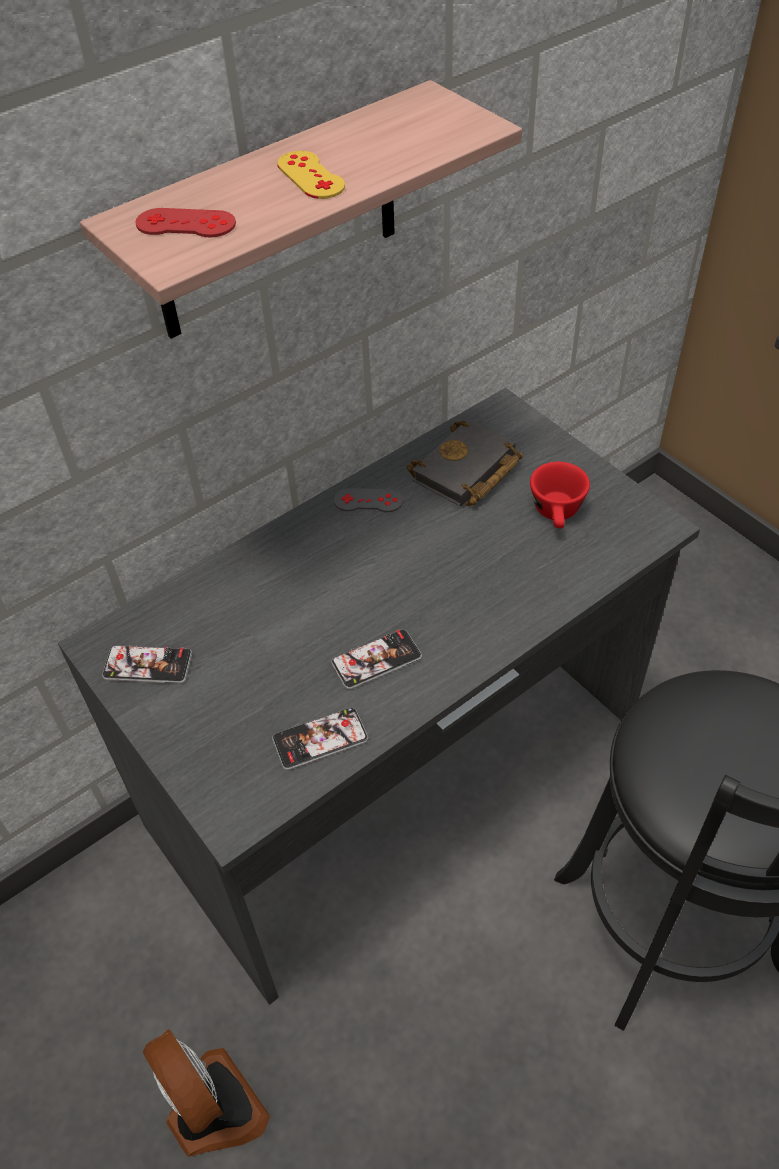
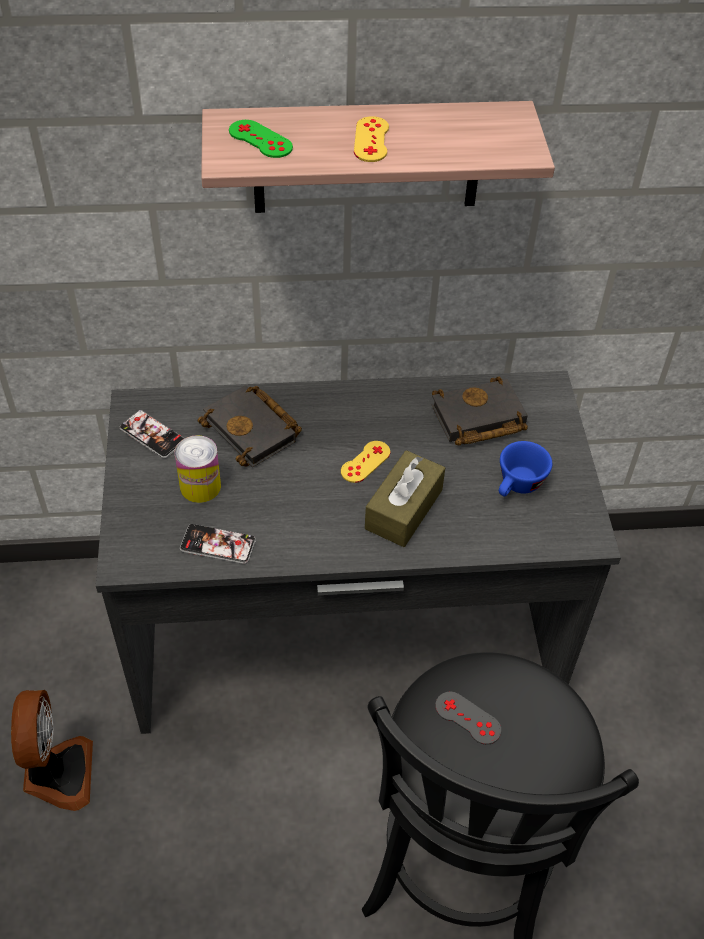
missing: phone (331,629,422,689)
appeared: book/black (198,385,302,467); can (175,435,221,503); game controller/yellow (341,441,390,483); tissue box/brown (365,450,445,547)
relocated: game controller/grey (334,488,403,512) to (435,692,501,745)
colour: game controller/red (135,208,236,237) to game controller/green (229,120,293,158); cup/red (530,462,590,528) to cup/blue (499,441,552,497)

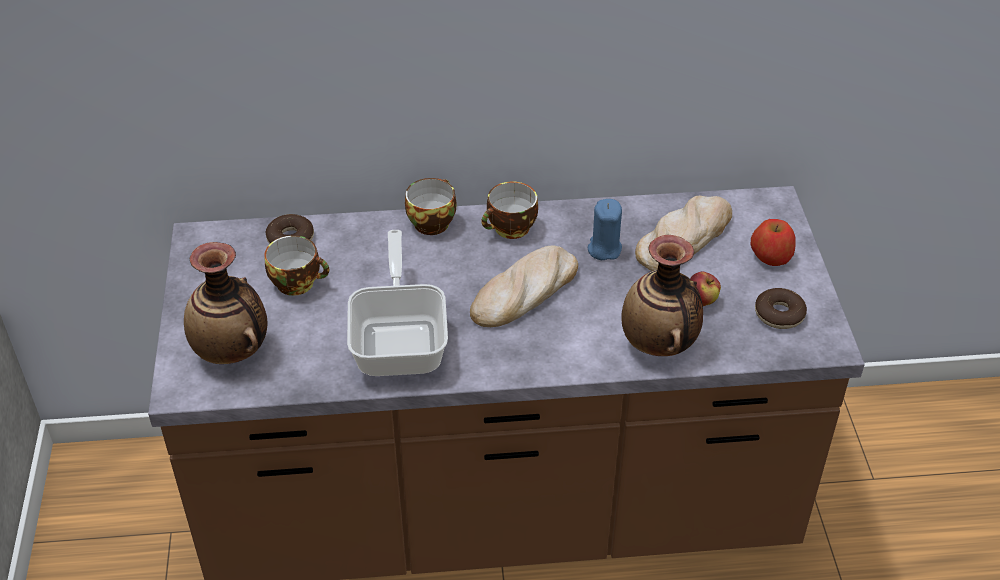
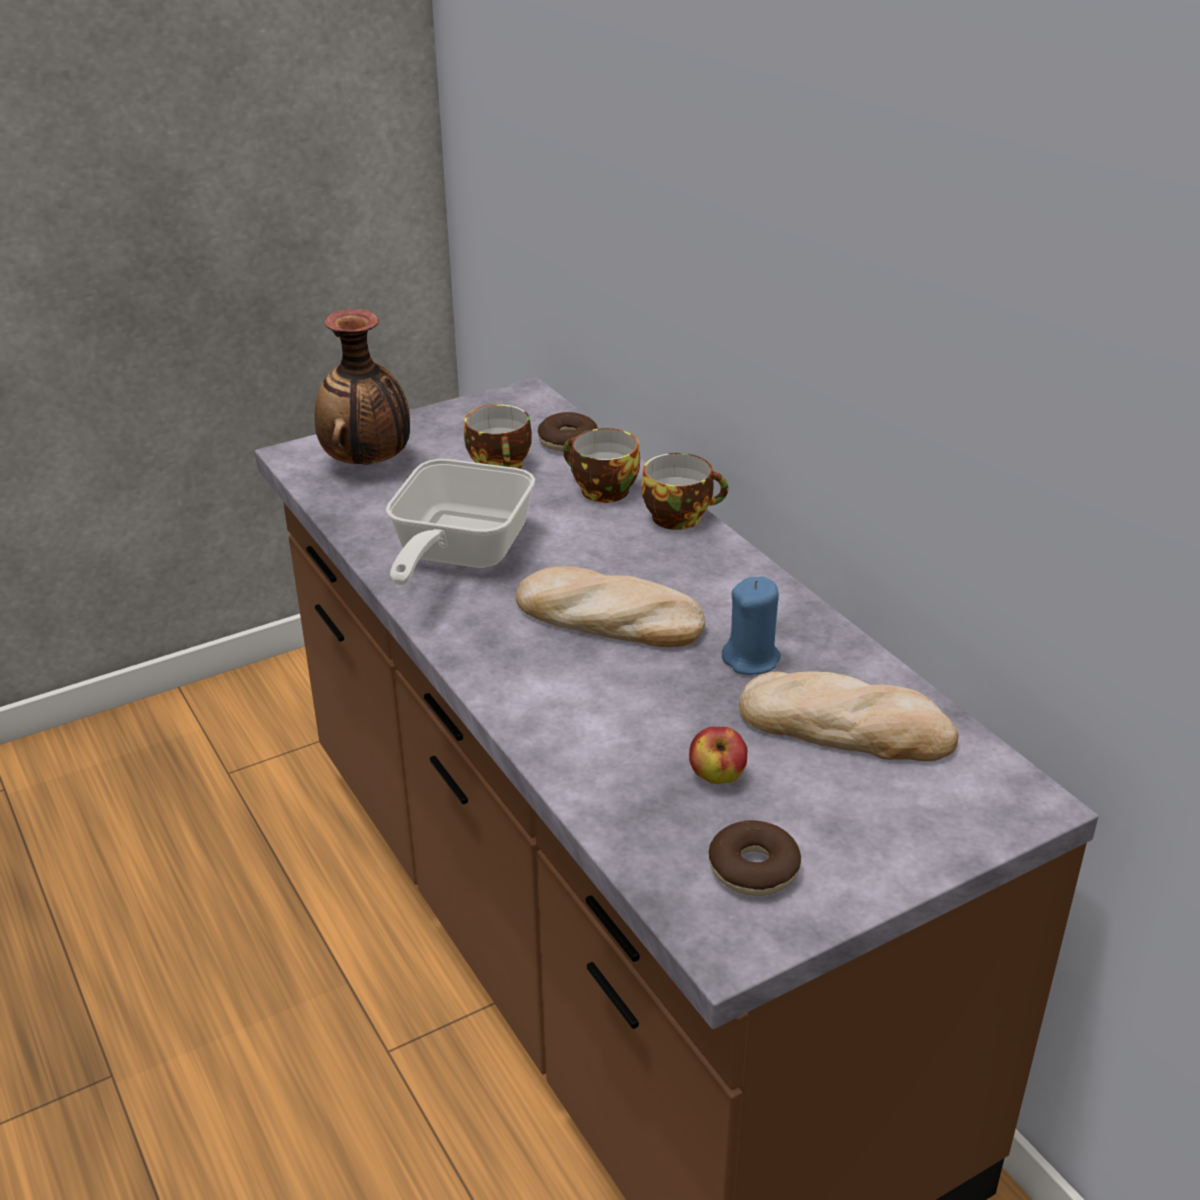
missing: apple (751,219,796,266); vase (621,235,703,356)
relocated: cup (481,182,538,239) to (563,428,640,503)
spun: frying pan (347,230,448,376) = (386,459,535,586) 135 degrees clockwise

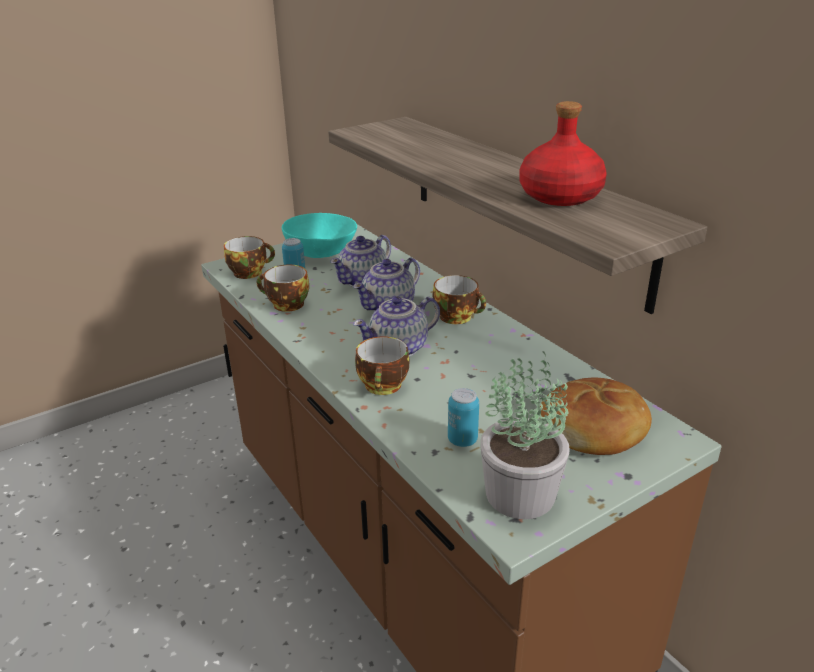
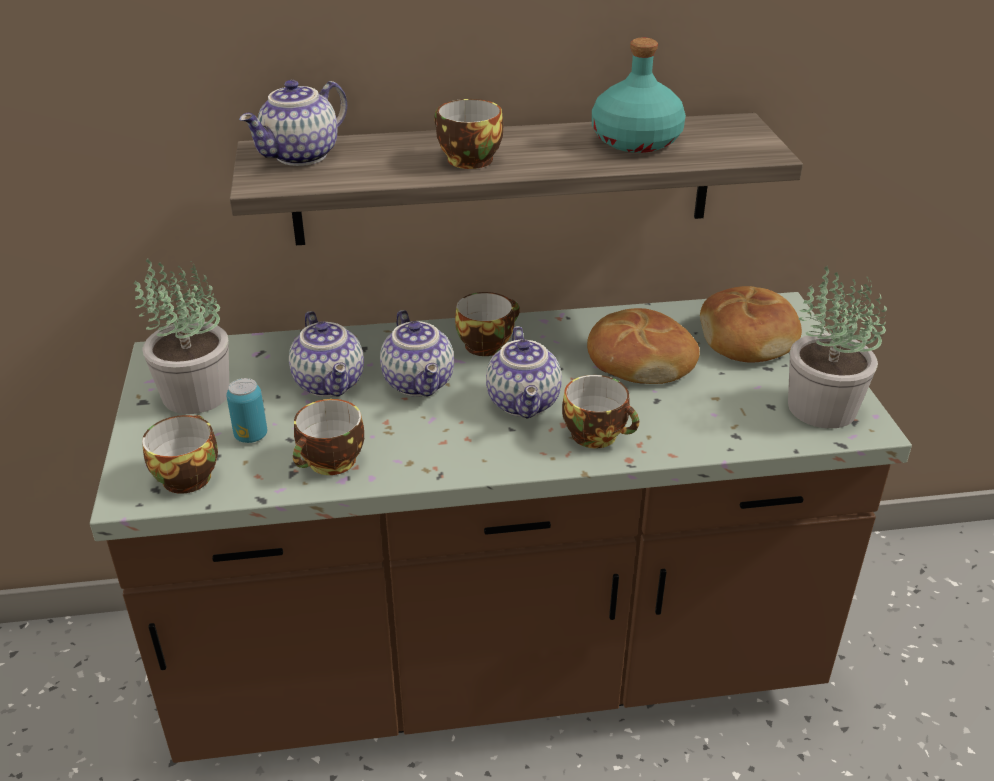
missing: can (448,388,479,447)
appeared: teapot (239,80,347,166); cup (434,99,503,169); bread (587,308,700,384)
exchanged: bowl/turquoise (282,213,357,258) to potted plant (133,258,229,414)
colour: bottle/red (519,101,607,206) to bottle/turquoise (592,38,686,153)

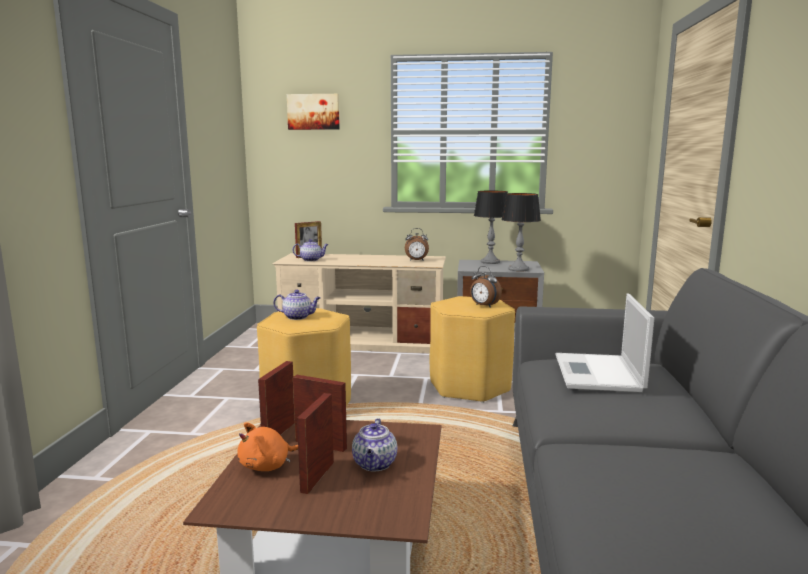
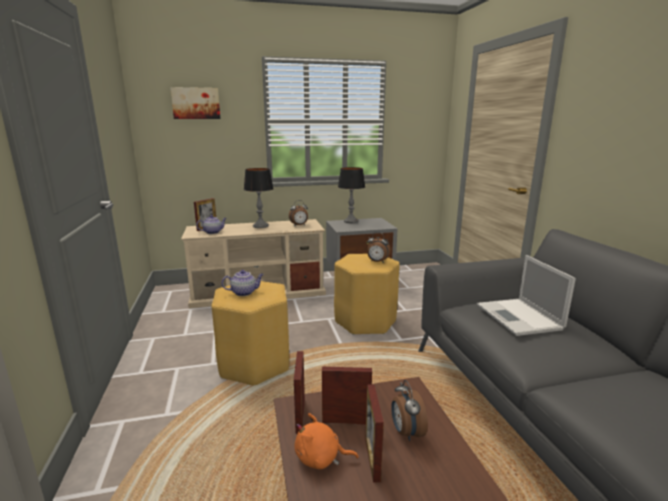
relocated: table lamp (501,193,541,272) to (244,168,274,228)
exchanged: teapot (352,418,397,472) to alarm clock (391,380,428,441)
spun: plush toy/orange (237,422,298,471) = (295,413,358,469) 60 degrees clockwise

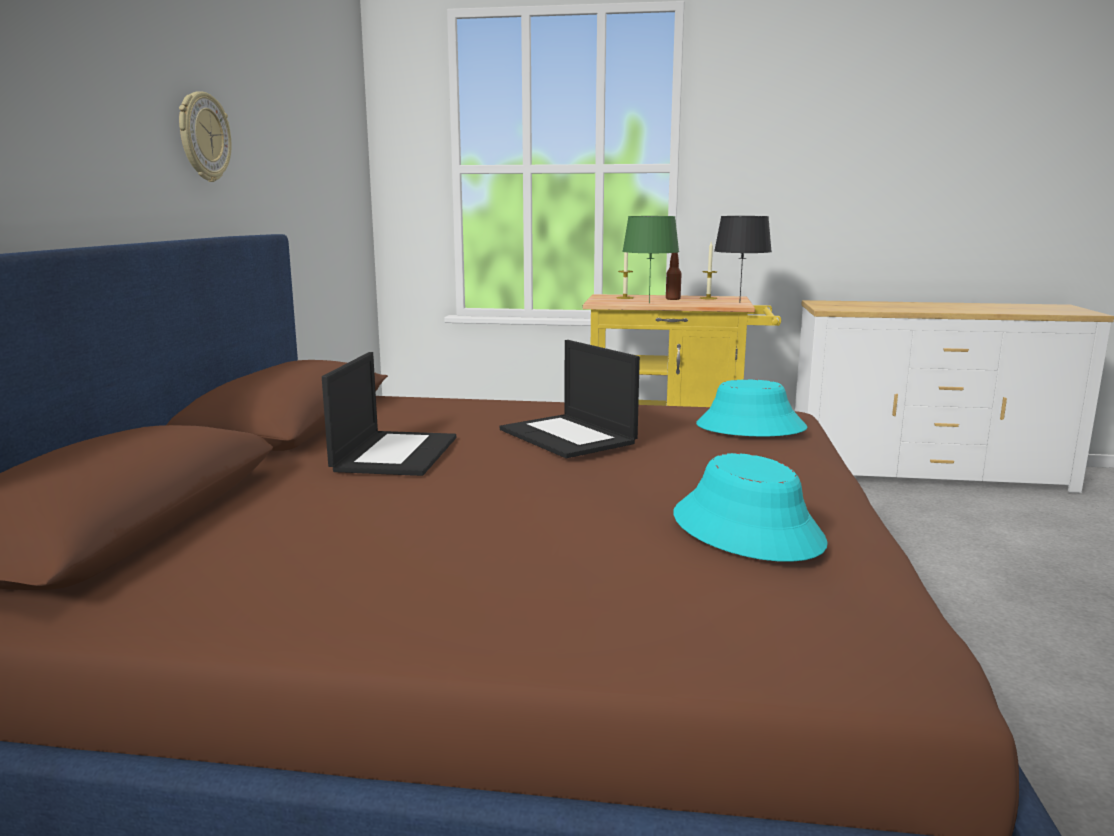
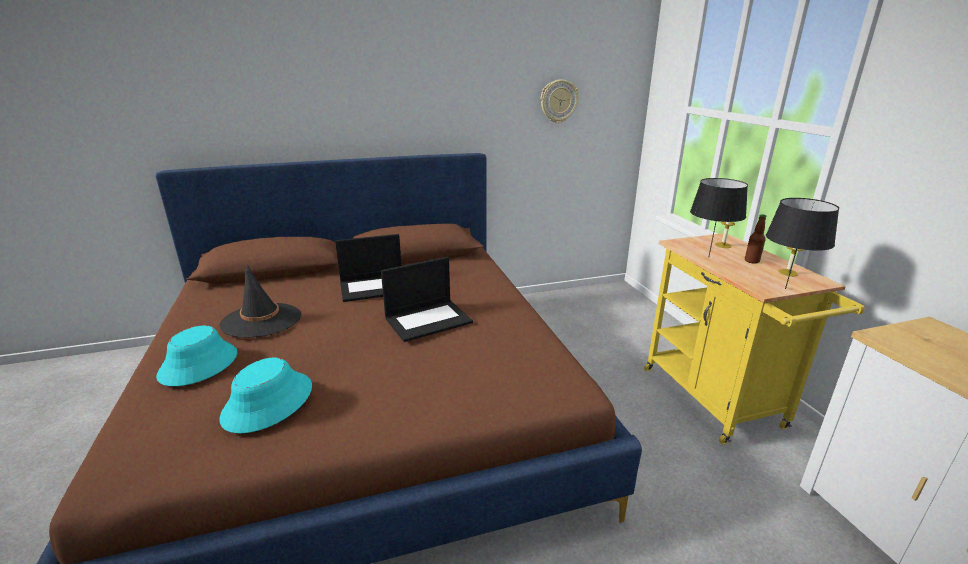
appeared: hat/black (220,264,301,338)
relocated: wall clock (179,91,232,182) to (541,80,579,123); hat/turquoise (696,380,807,436) to (156,326,237,386)
colour: table lamp/green (622,216,679,303) to table lamp/black (690,178,748,258)
spun: laptop (500,340,640,459) = (381,257,473,342) 150 degrees counterclockwise

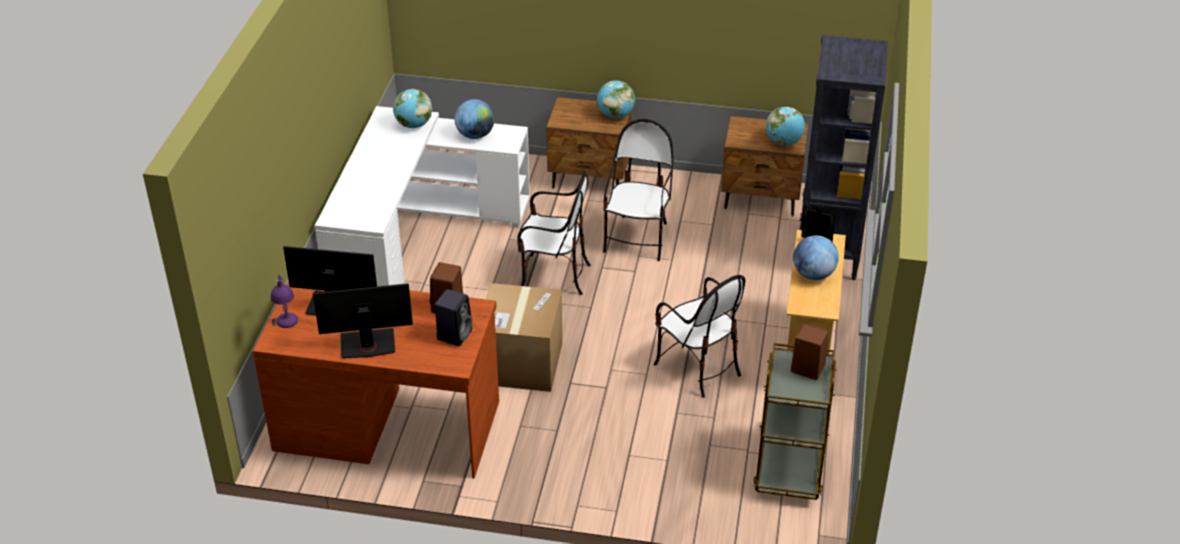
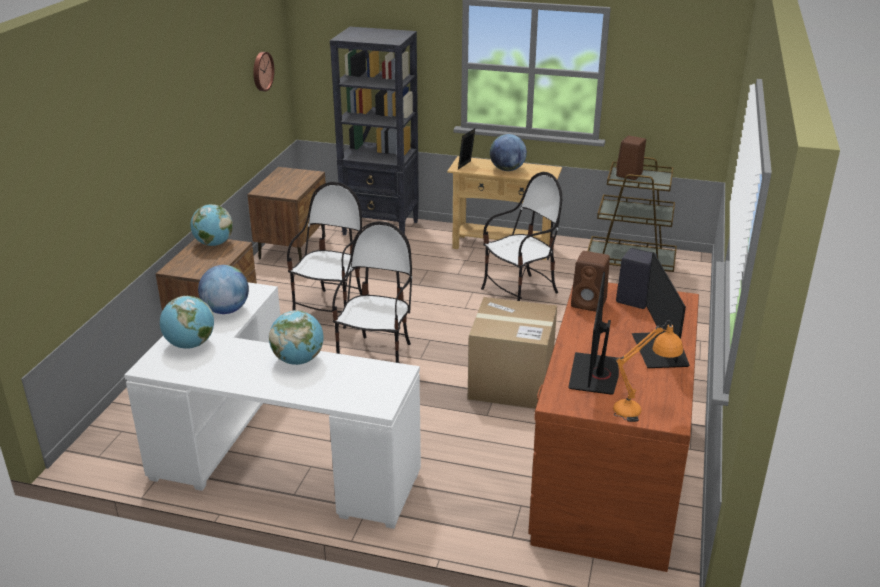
appeared: wall clock (253,52,274,91)
relocated: globe (766,107,805,146) to (269,310,323,365)
colour: table lamp/purple (271,274,298,328) to table lamp/orange (613,320,683,422)
spun: chair (603,119,673,261) = (287,182,362,329) 90 degrees clockwise

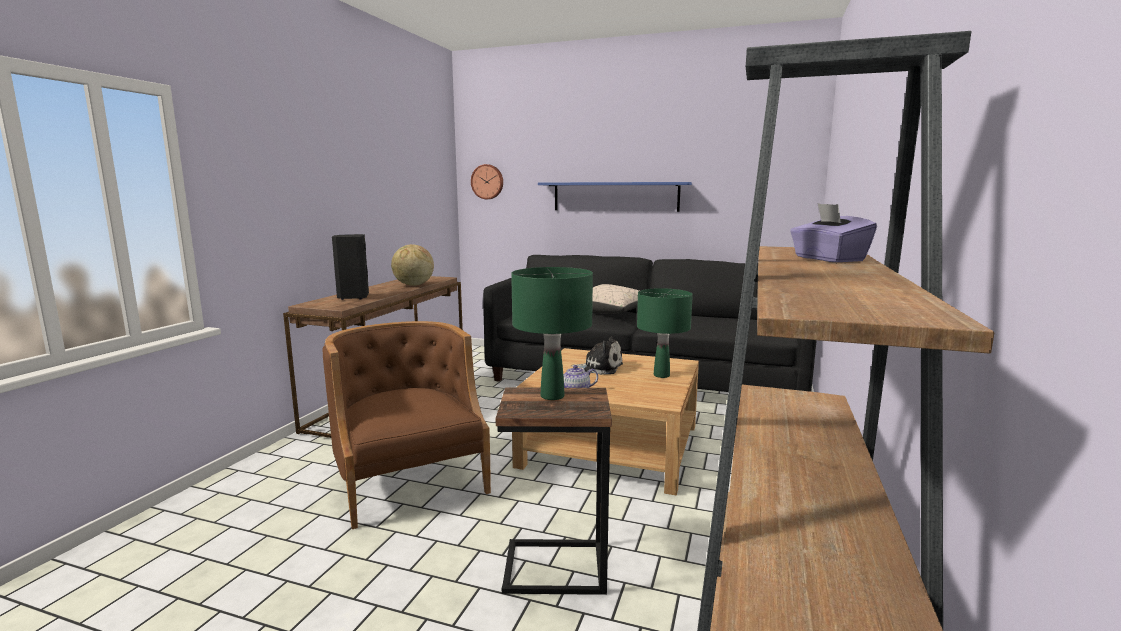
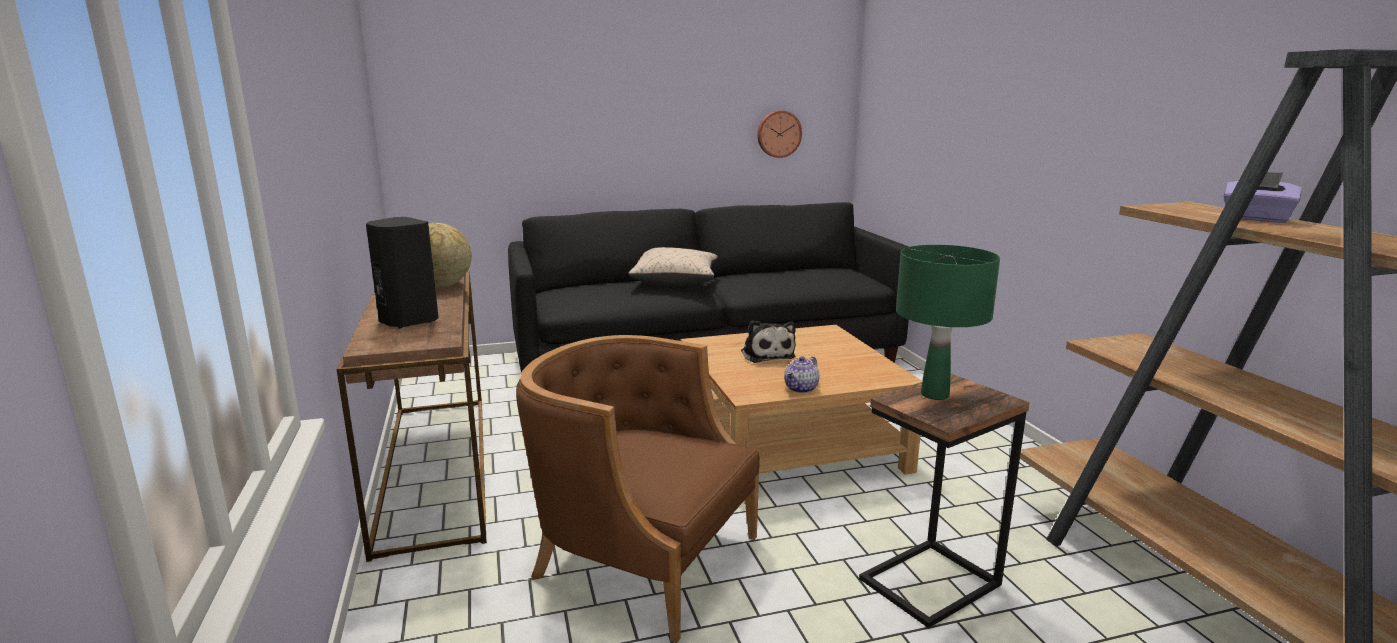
missing: shelf/blue (538,182,692,212); table lamp/green (637,288,693,378)
relocated: wall clock (471,164,503,199) to (757,110,802,158)
spun: plush toy (571,337,623,375) = (741,320,796,363) 90 degrees clockwise

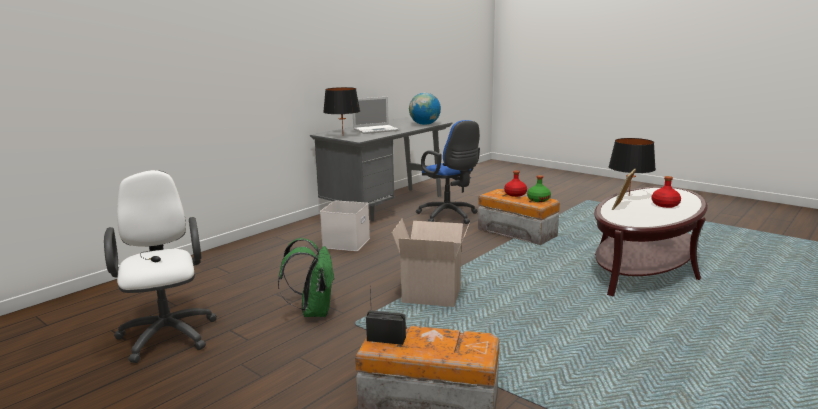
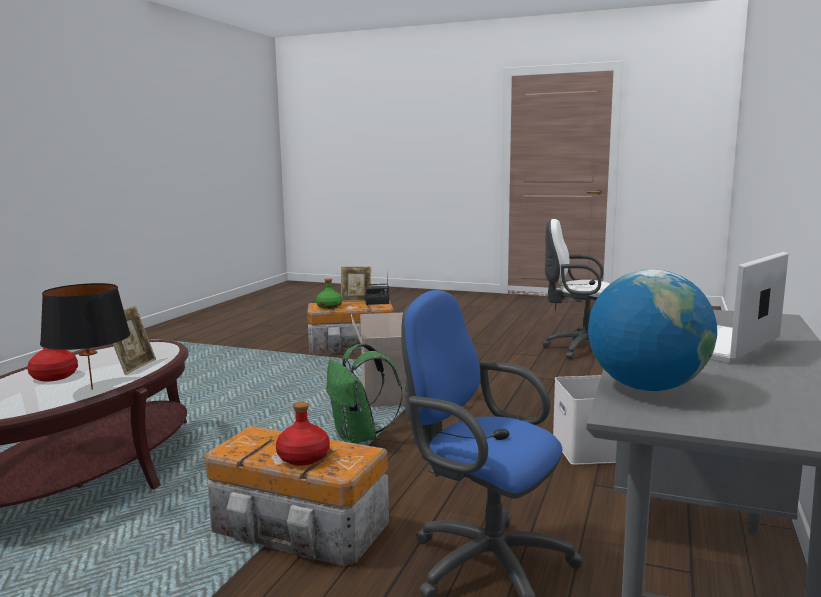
missing: table lamp/black (323,87,360,131)
appeared: picture frame (341,267,371,302)
relocated: bottle/green (527,175,551,202) to (316,278,342,309); backpack/green (278,238,335,317) to (326,343,402,444)
spun: office chair/white (104,170,217,363) = (543,219,610,359) 150 degrees clockwise

